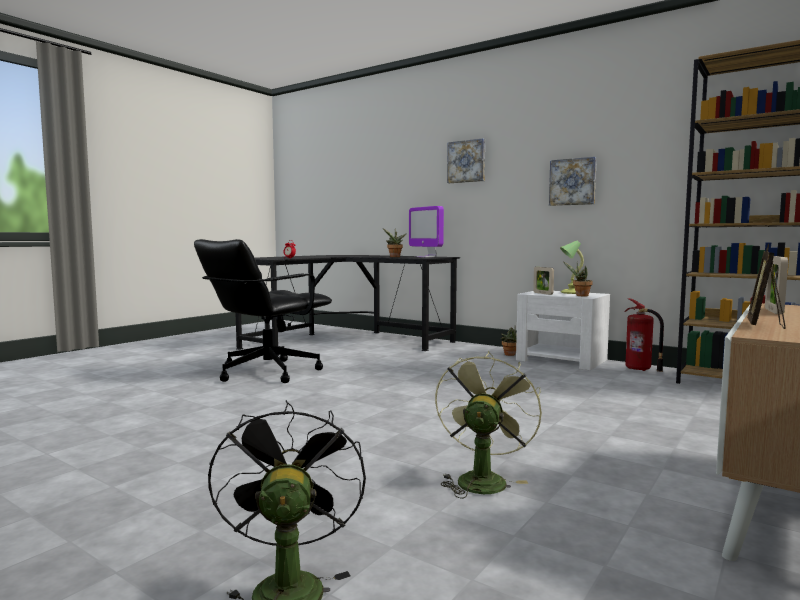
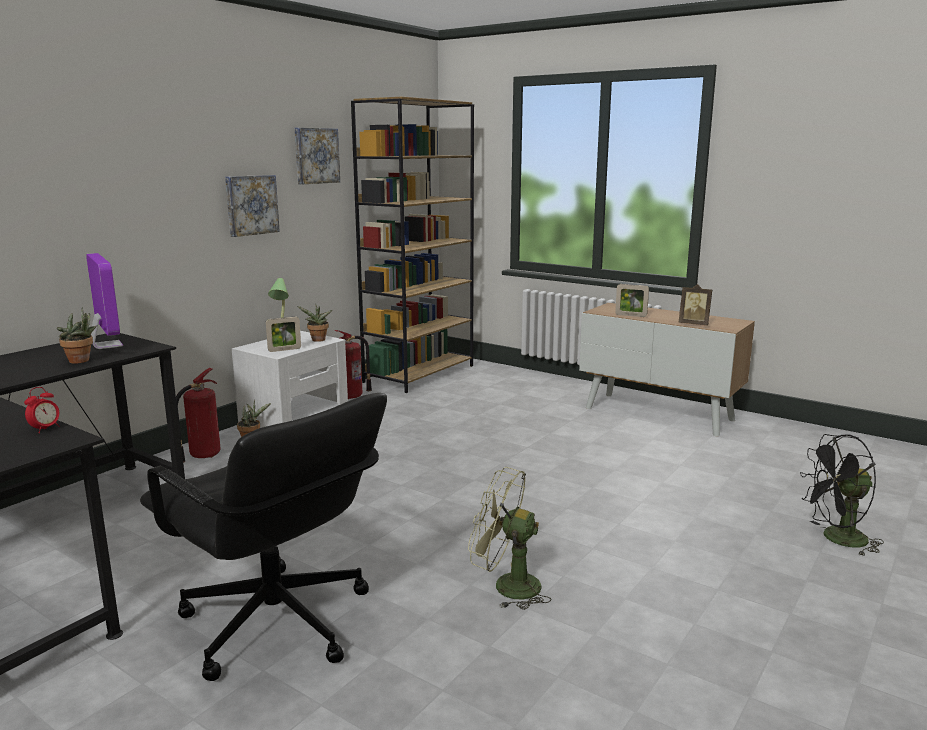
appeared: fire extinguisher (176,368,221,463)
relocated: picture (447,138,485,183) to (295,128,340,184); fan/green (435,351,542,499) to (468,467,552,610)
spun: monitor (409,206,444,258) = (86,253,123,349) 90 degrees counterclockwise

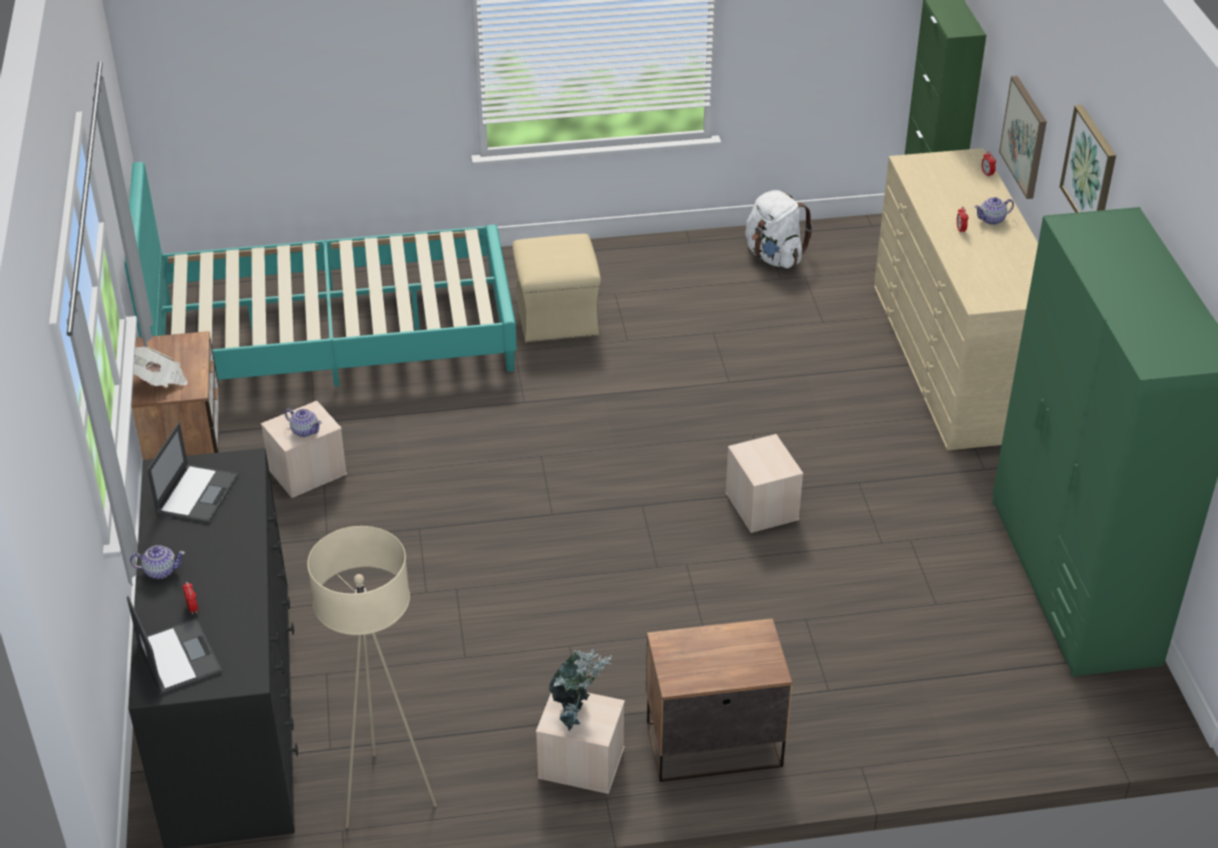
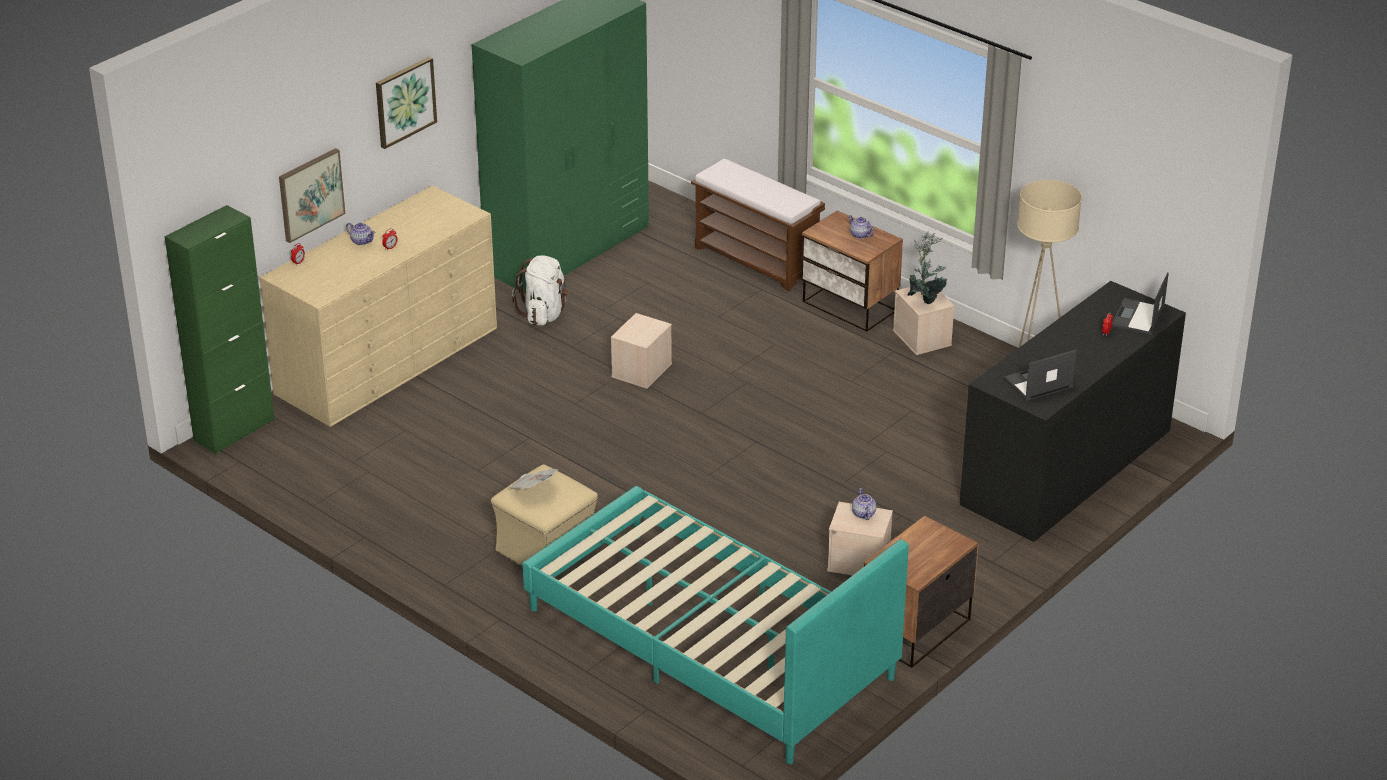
appeared: bench/brown (691,159,825,292)
relocated: backpack/white (745,190,813,268) to (511,255,569,326); newspaper (134,347,188,387) to (509,469,558,489); teapot (130,545,185,579) to (848,215,874,239)

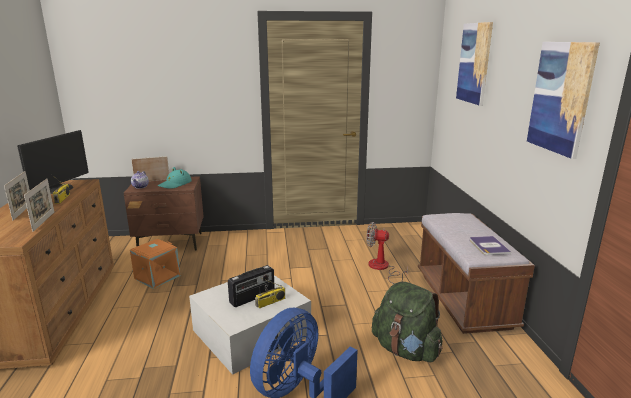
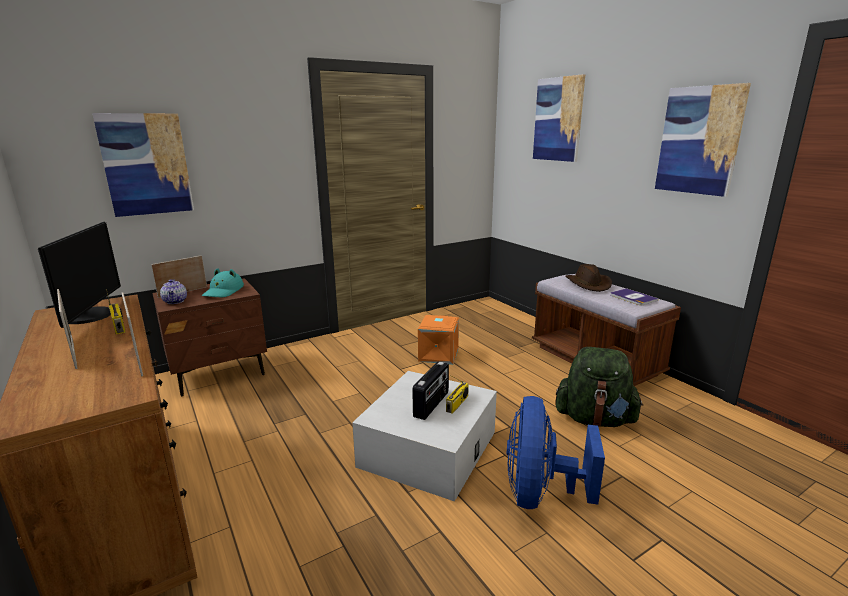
missing: fan (366,222,408,284)
appeared: picture (92,113,194,217); hat/brown (565,264,612,292)
relocated: storage box/orange (130,239,180,289) to (418,315,459,365)

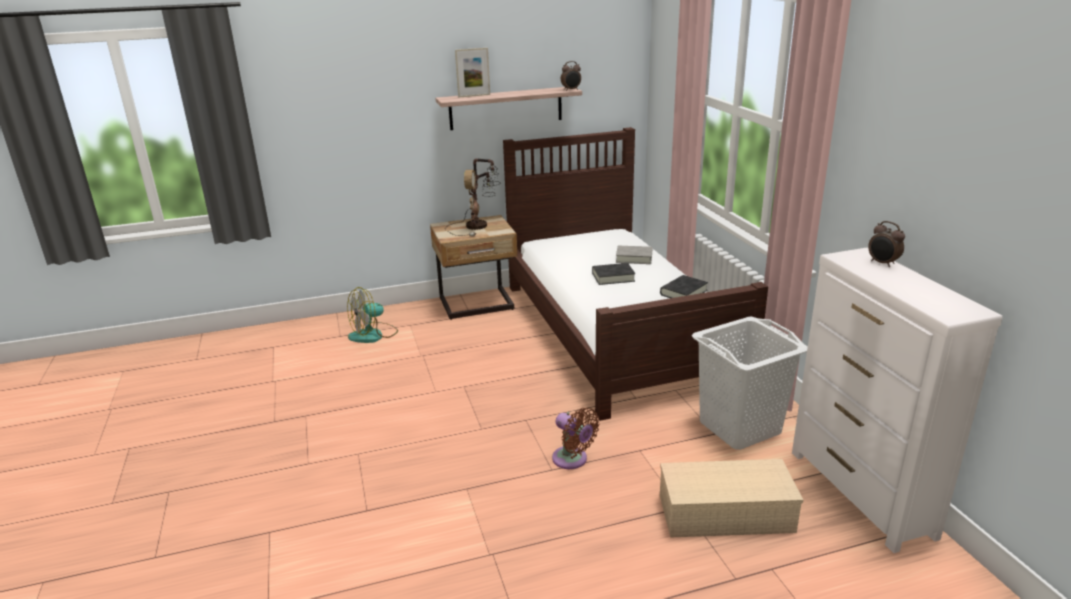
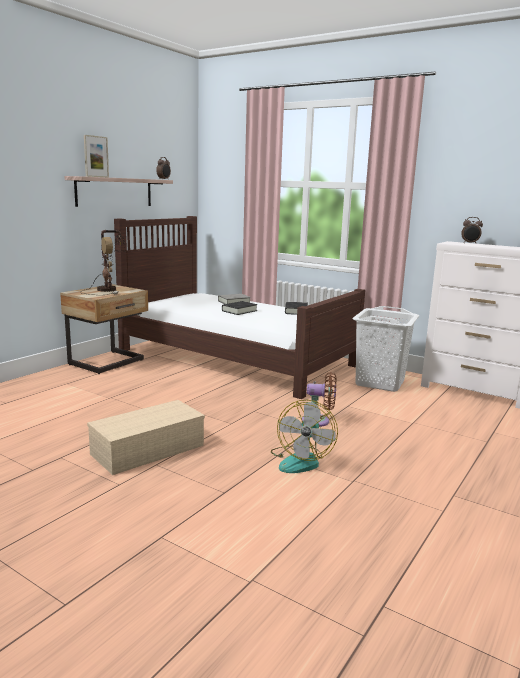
relocated: fan (347,287,398,343) to (271,400,338,473); storage box/beige (660,459,803,538) to (87,400,205,475)

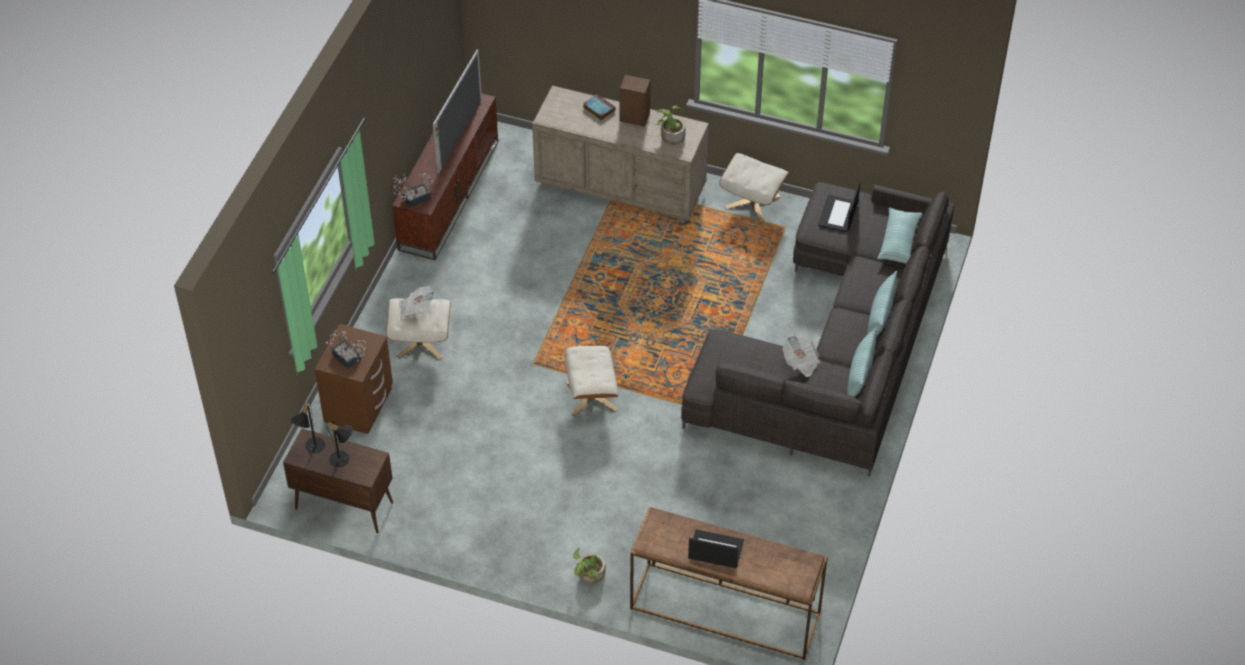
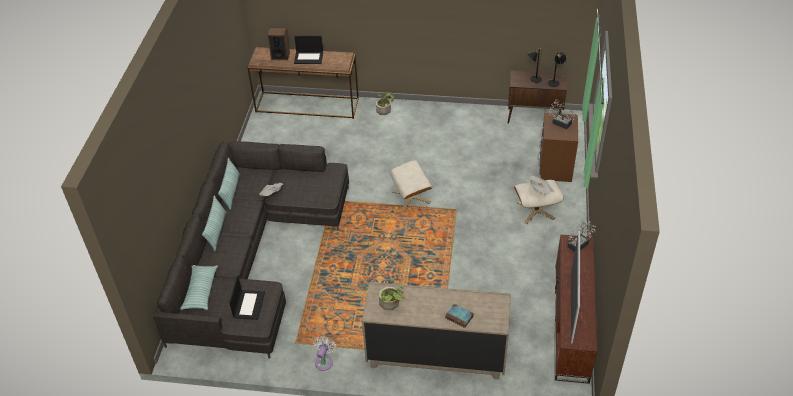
relocated: speaker (619,75,650,127) to (267,28,290,60)
exchanged: ottoman/beige (719,153,789,222) to fan/white (313,336,336,371)

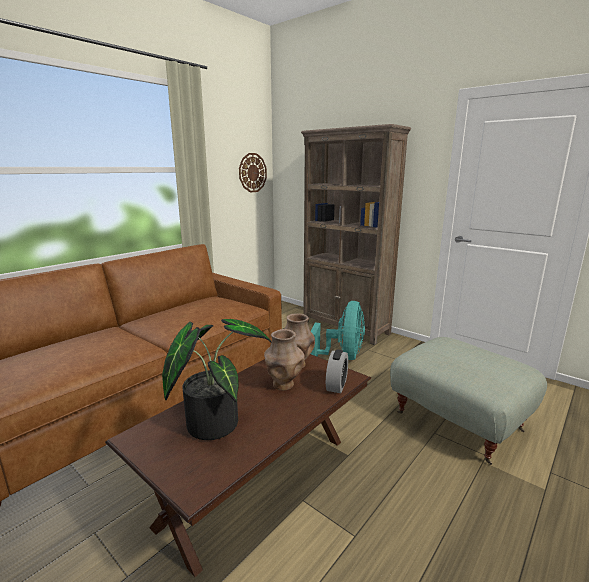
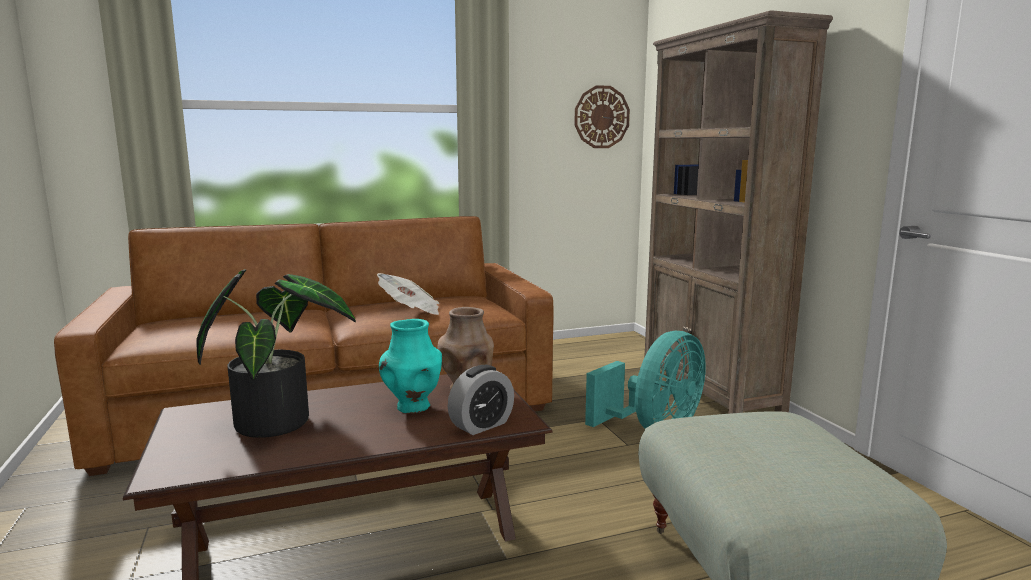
appeared: newspaper (377,273,439,315)
colour: vase/brown (264,329,305,391) to vase/turquoise (379,319,442,414)

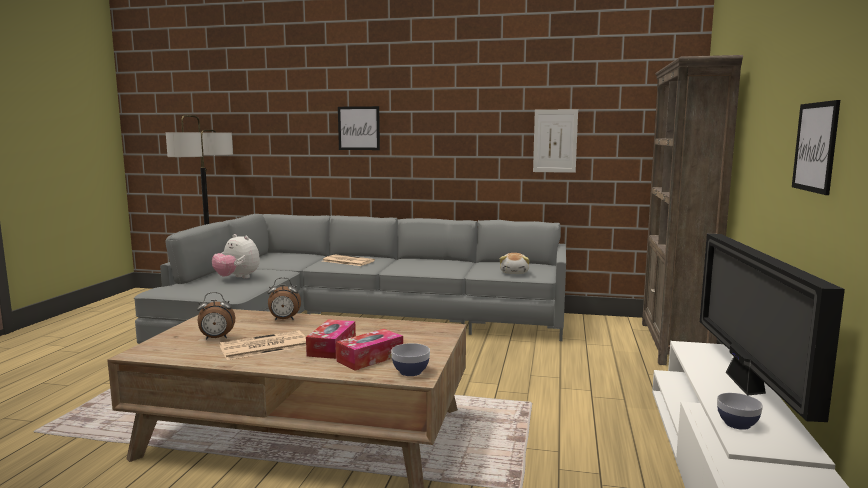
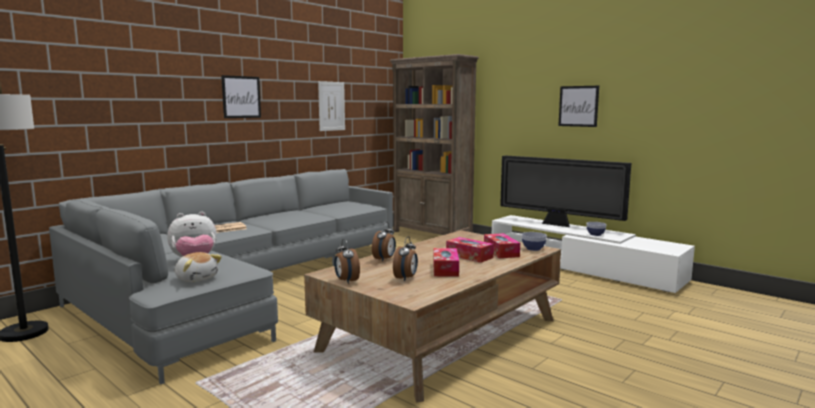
appeared: alarm clock (334,239,360,284)
relocated: picture (338,106,380,150) to (221,75,261,118); plush toy (500,253,530,274) to (175,252,222,282)
exchanged: newspaper (219,330,306,360) to tissue box (433,248,459,277)

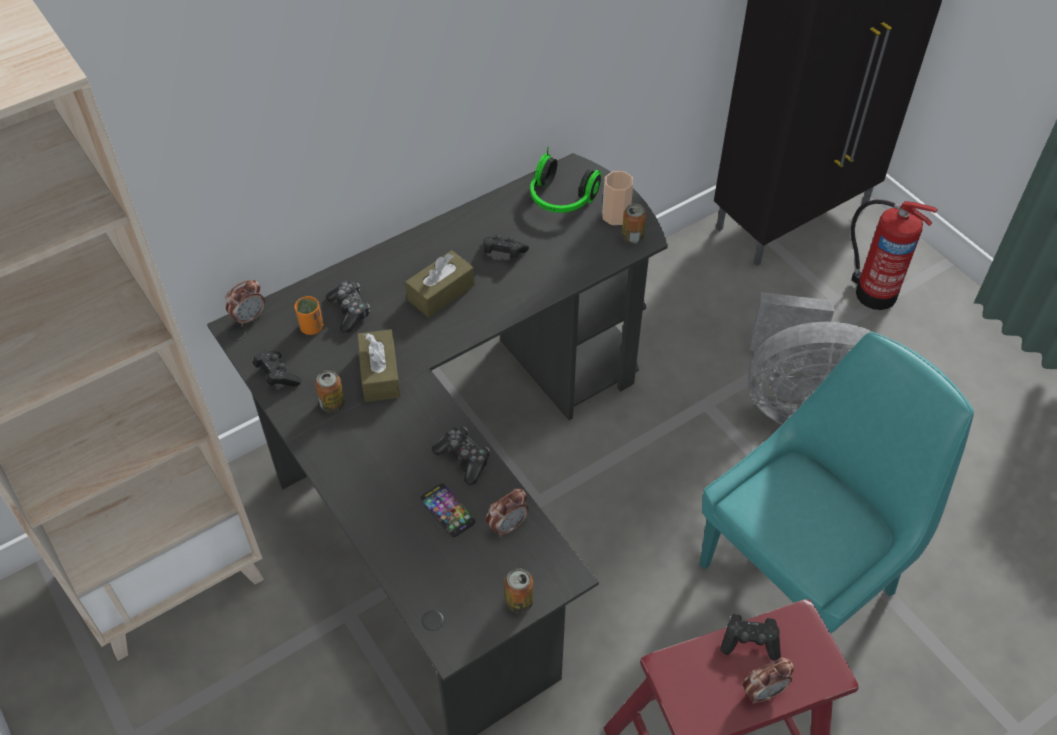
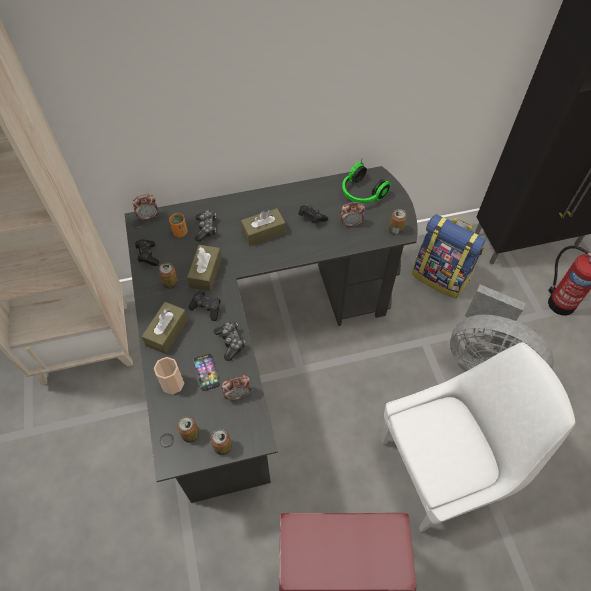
appeared: backpack (412,214,486,299); tissue box/brown (142,302,188,354); can (177,416,200,443)
relocated: cup (602,171,633,225) to (154,357,184,395); game controller/black (720,614,781,660) to (188,291,221,321); alarm clock (742,657,794,704) to (340,202,365,227)
colour: chair/turquoise (700,332,974,633) to chair/white (381,343,575,532)

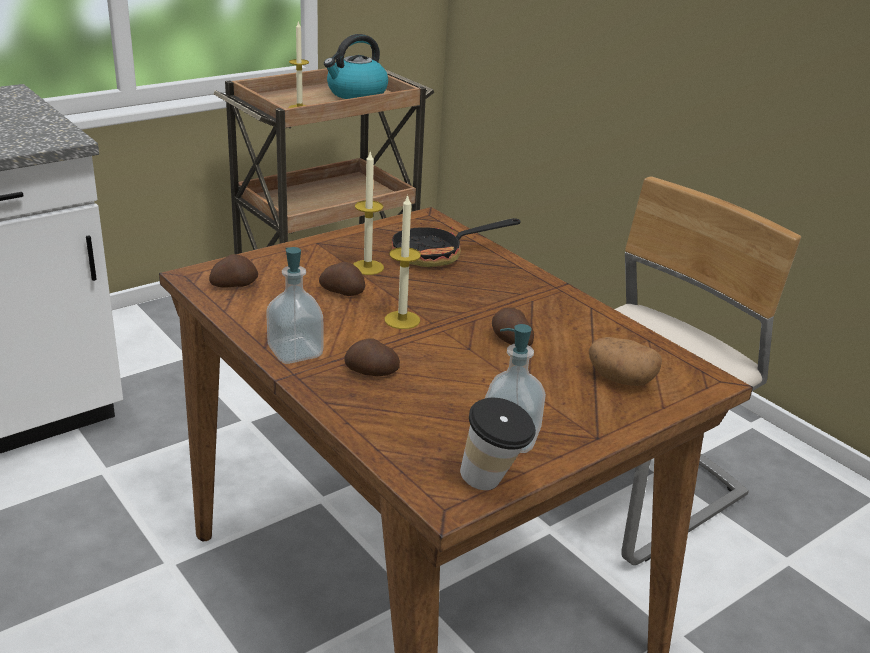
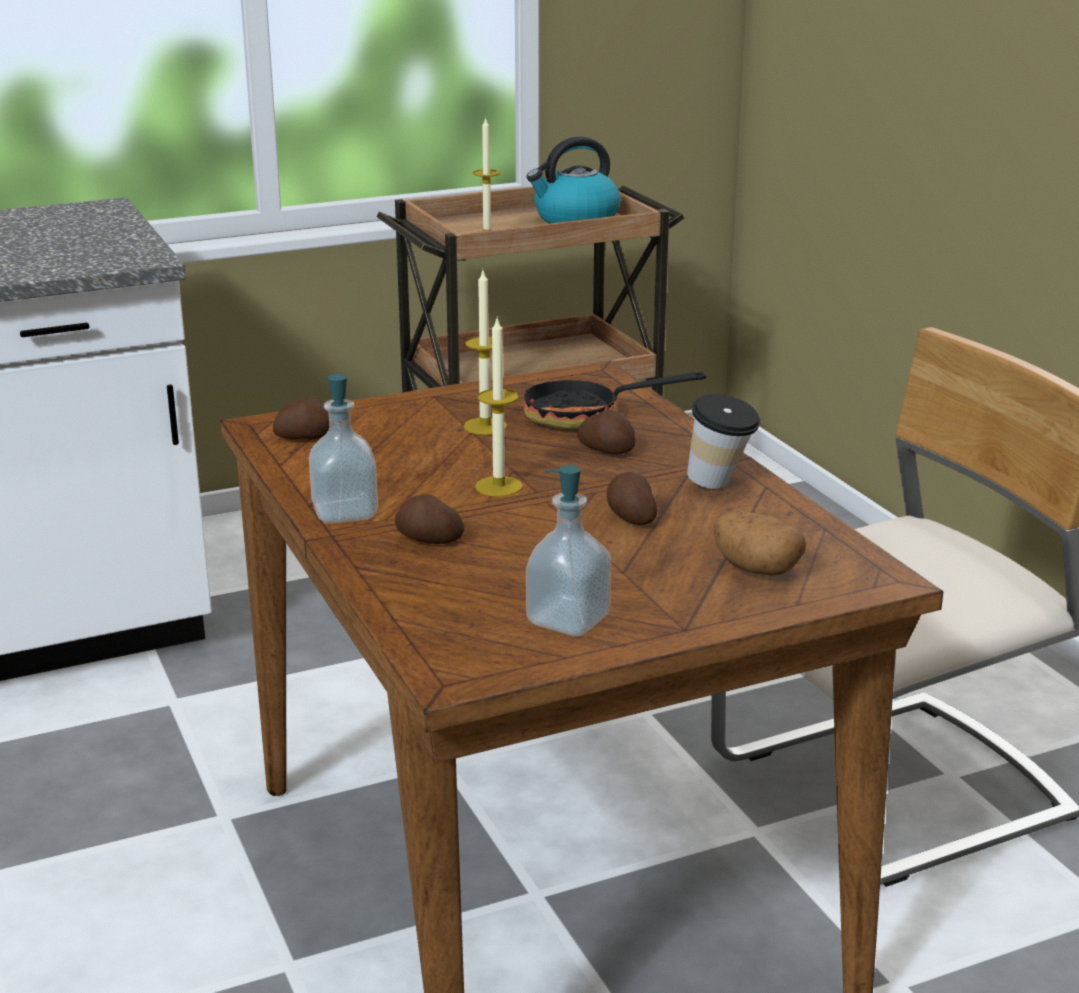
relocated: potato (319,262,365,296) to (577,410,636,455); cup (460,397,536,490) to (687,394,761,489)

